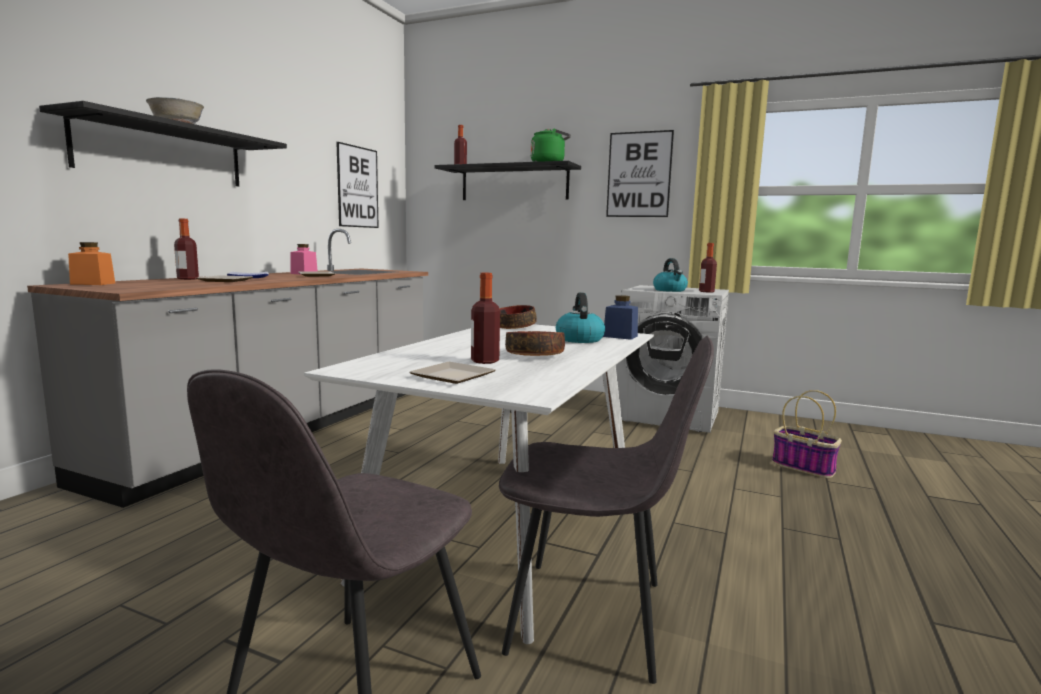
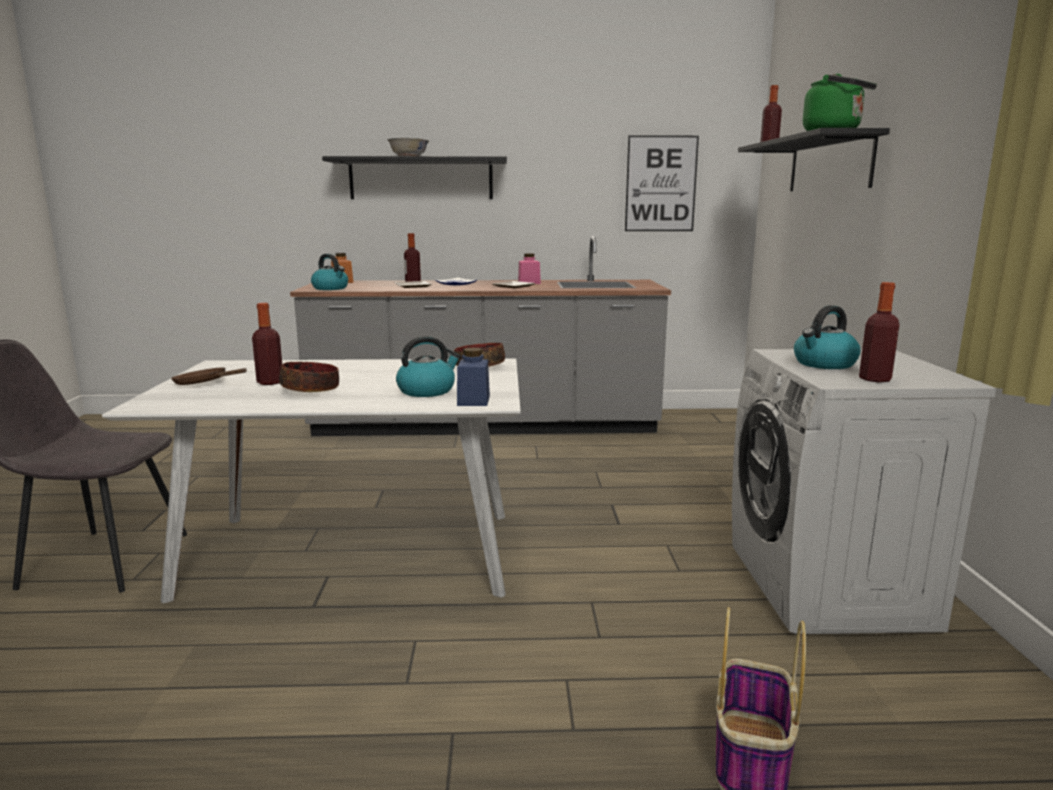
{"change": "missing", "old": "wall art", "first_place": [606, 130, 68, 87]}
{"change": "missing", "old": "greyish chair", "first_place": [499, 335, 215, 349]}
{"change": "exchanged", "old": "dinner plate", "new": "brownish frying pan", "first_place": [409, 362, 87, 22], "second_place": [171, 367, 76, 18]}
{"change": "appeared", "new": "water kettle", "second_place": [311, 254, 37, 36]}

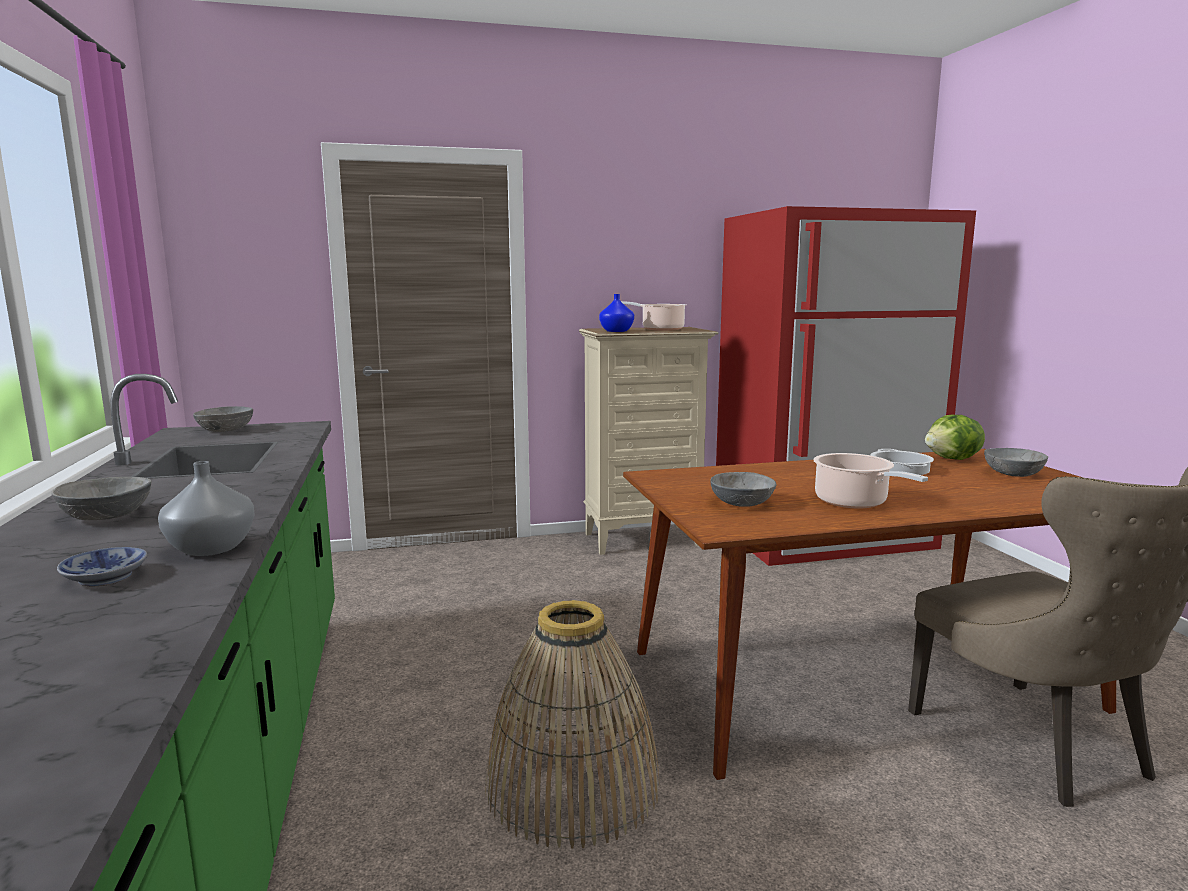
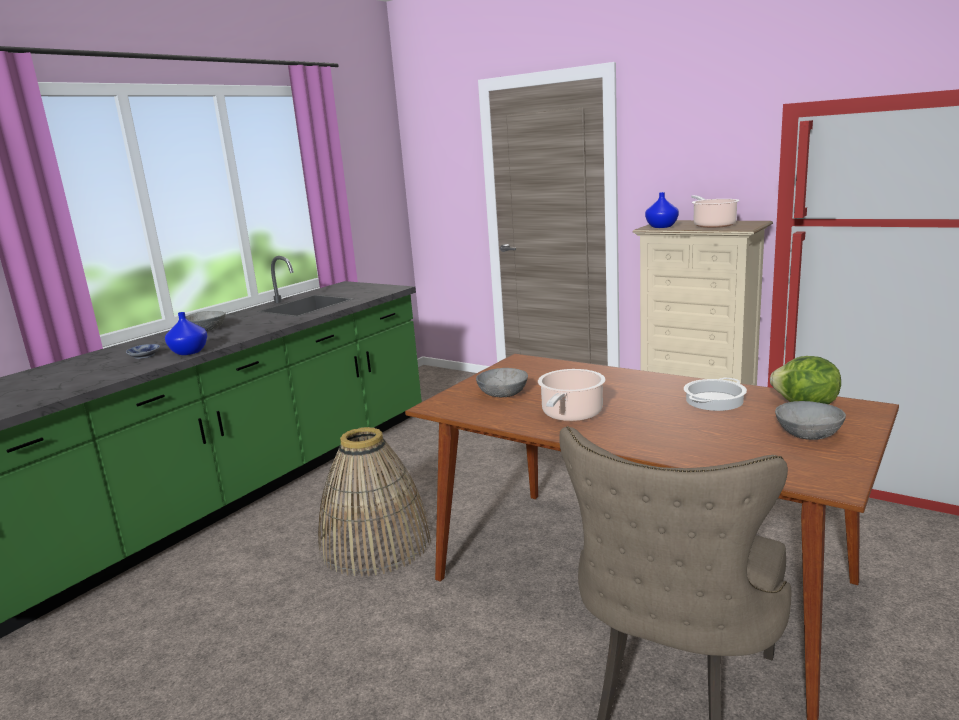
{"change": "missing", "old": "greyish deep dish", "first_place": [193, 406, 60, 26]}
{"change": "colour", "old": "greyish flower vase", "new": "bluish flower vase", "first_place": [158, 461, 96, 95], "second_place": [165, 312, 42, 43]}

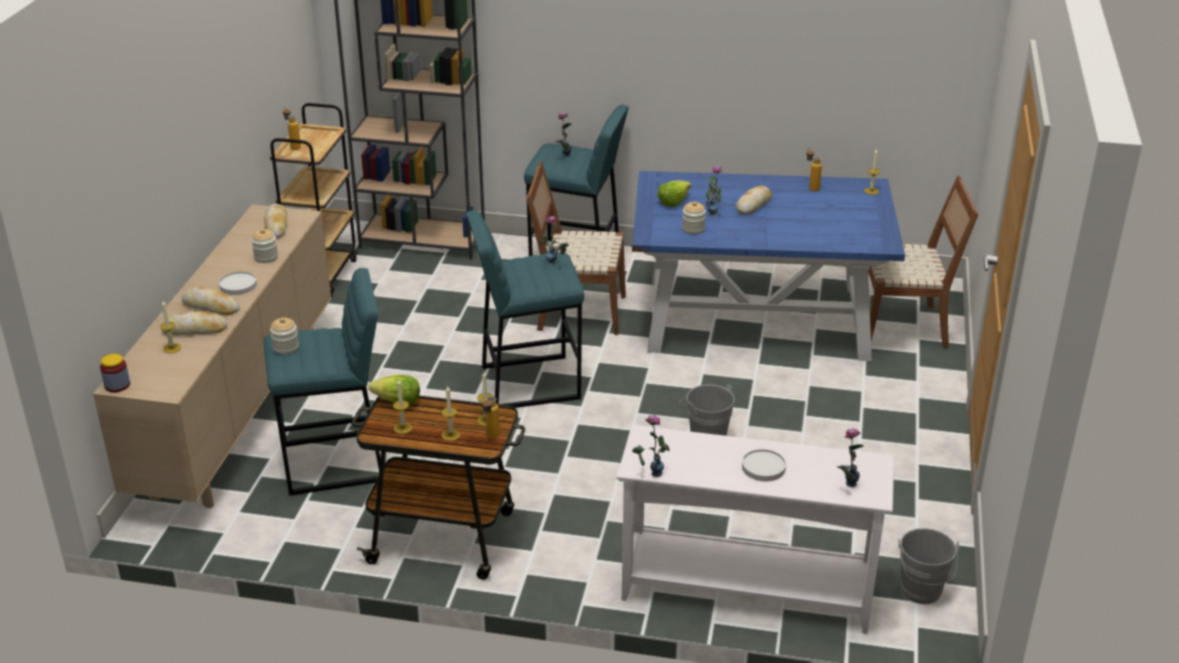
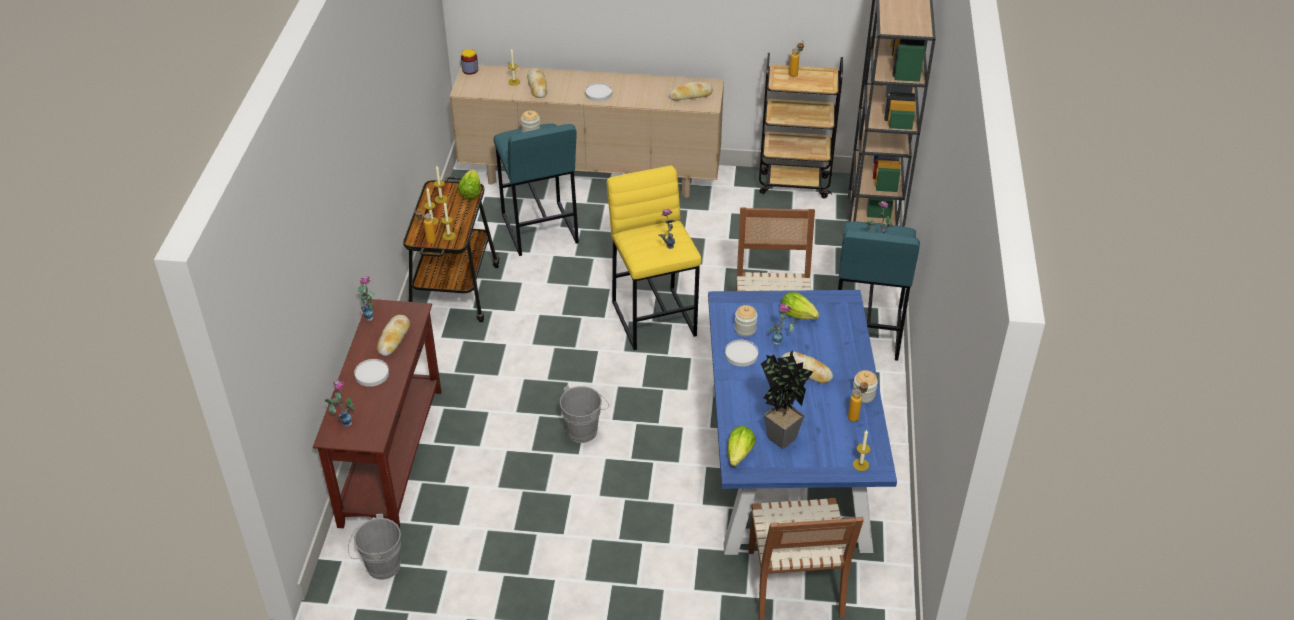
{"change": "colour", "old": "turquoise stool", "new": "yellow stool", "first_place": [466, 210, 118, 198], "second_place": [607, 166, 94, 184]}
{"change": "relocated", "old": "storage jar", "first_place": [251, 229, 27, 34], "second_place": [852, 370, 26, 33]}
{"change": "relocated", "old": "bakery bread", "first_place": [182, 287, 57, 28], "second_place": [377, 315, 33, 41]}
{"change": "colour", "old": "white narrow table", "new": "brownish narrow table", "first_place": [617, 425, 277, 209], "second_place": [313, 299, 129, 229]}
{"change": "appeared", "new": "white dinner plate", "second_place": [725, 340, 33, 27]}
{"change": "appeared", "new": "plant in a pot", "second_place": [761, 350, 52, 99]}
{"change": "appeared", "new": "head of lettuce", "second_place": [727, 426, 29, 40]}

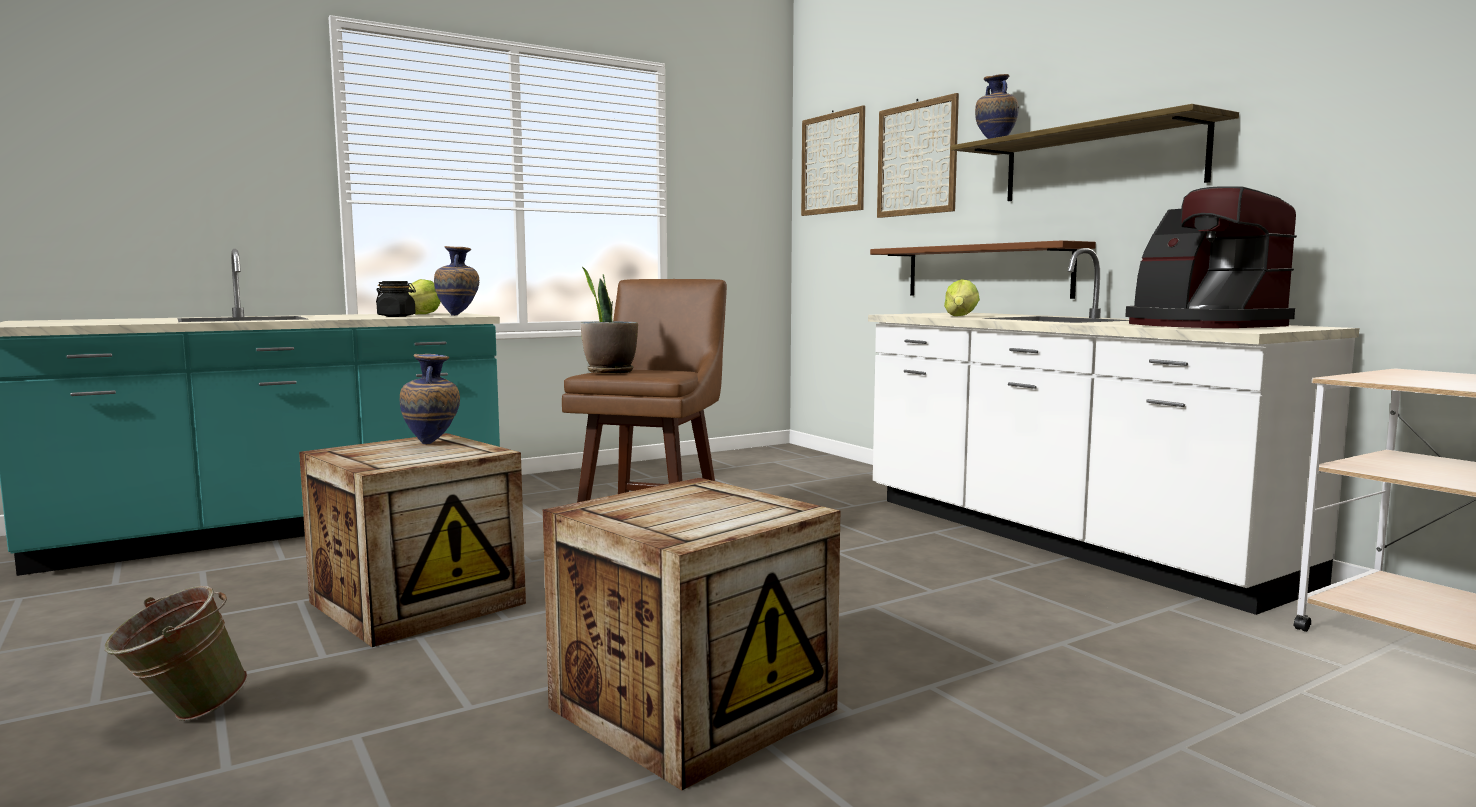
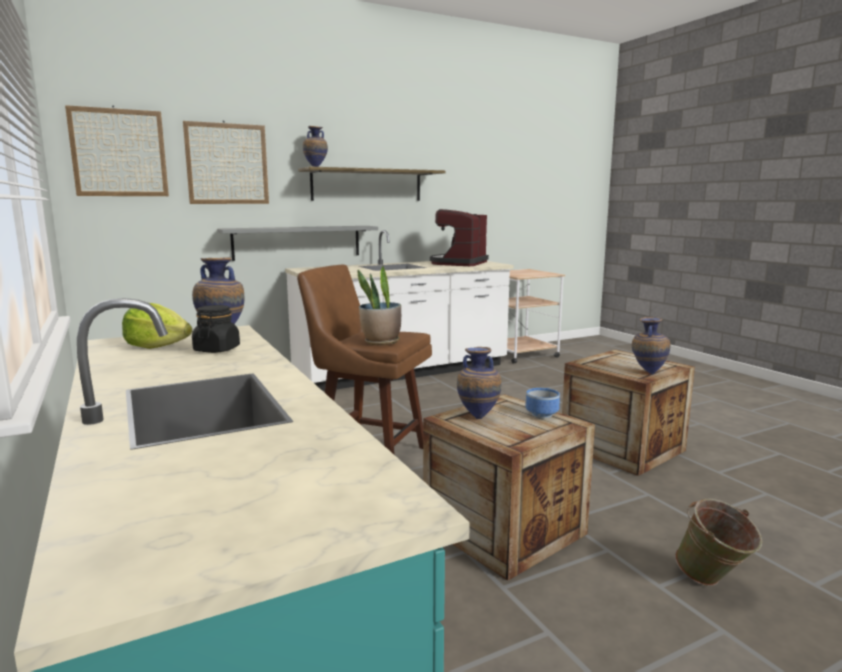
{"change": "spun", "old": "coffee maker", "first_place": [1125, 186, 172, 142], "second_place": [430, 209, 59, 57], "degrees": 135}
{"change": "colour", "old": "brownish shelf", "new": "greyish shelf", "first_place": [870, 240, 226, 59], "second_place": [217, 226, 161, 35]}
{"change": "missing", "old": "head of lettuce", "first_place": [944, 279, 36, 37]}
{"change": "appeared", "new": "flower vase", "second_place": [632, 317, 38, 58]}
{"change": "appeared", "new": "deep dish", "second_place": [525, 388, 35, 30]}

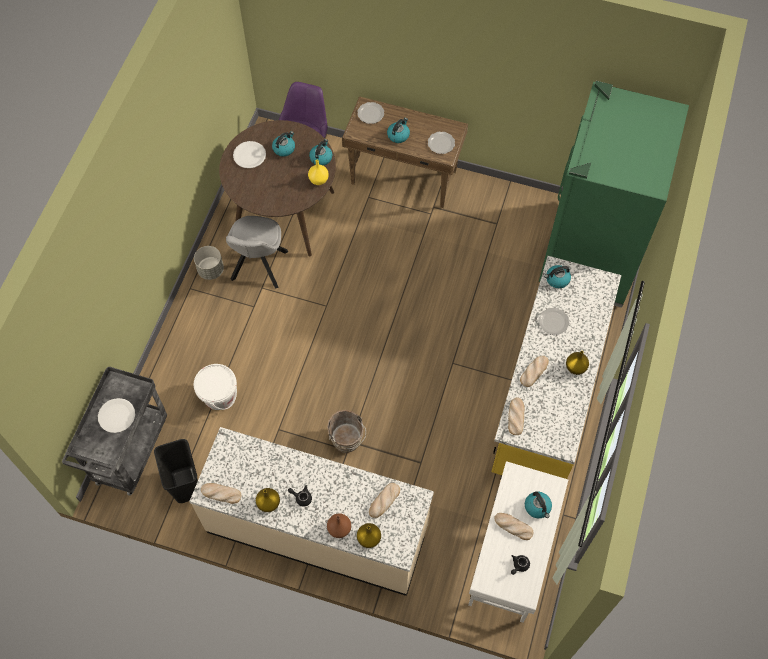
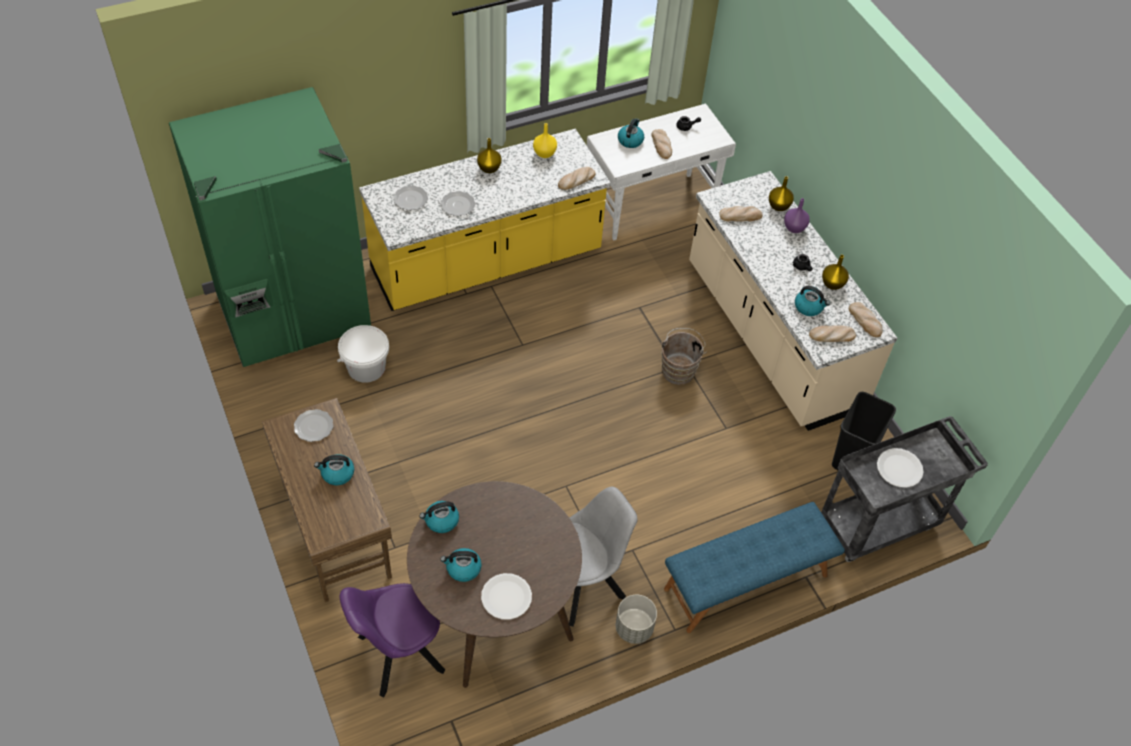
{"change": "relocated", "old": "dinner plate", "first_place": [358, 102, 26, 22], "second_place": [393, 185, 35, 25]}
{"change": "relocated", "old": "yellow flower vase", "first_place": [308, 159, 21, 26], "second_place": [533, 123, 24, 35]}
{"change": "relocated", "old": "water kettle", "first_place": [544, 265, 27, 23], "second_place": [795, 286, 35, 30]}
{"change": "relocated", "old": "bakery bread", "first_place": [520, 356, 29, 31], "second_place": [809, 325, 47, 17]}
{"change": "relocated", "old": "white bucket", "first_place": [194, 364, 43, 46], "second_place": [337, 325, 52, 58]}
{"change": "colour", "old": "brownish flower vase", "new": "purple-coloured flower vase", "first_place": [327, 513, 24, 25], "second_place": [784, 198, 26, 35]}
{"change": "appeared", "new": "bluish long seat", "second_place": [664, 502, 181, 131]}

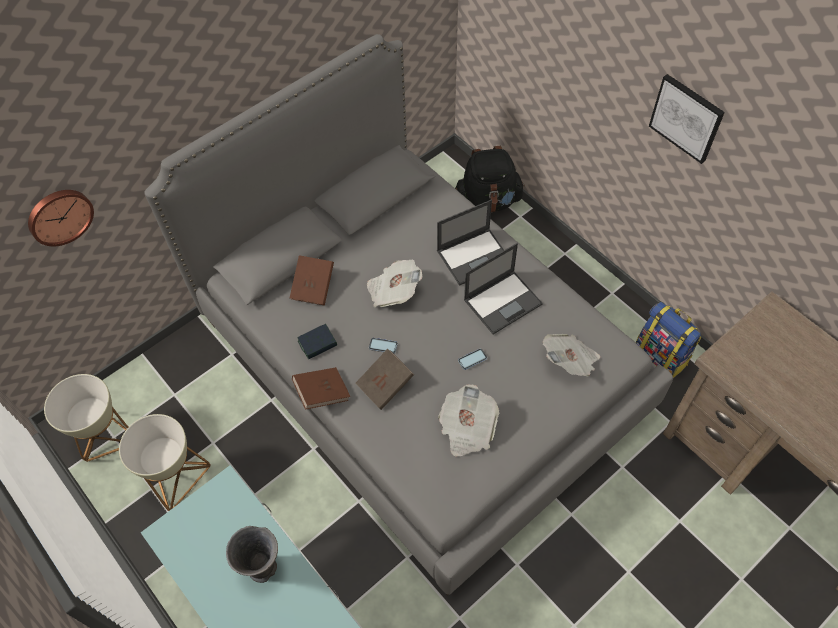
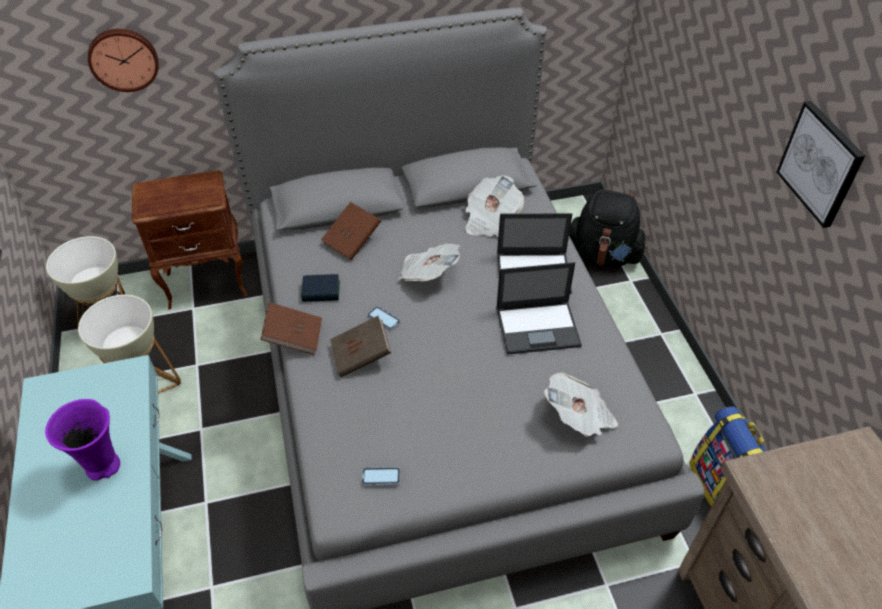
{"change": "relocated", "old": "phone", "first_place": [458, 349, 29, 21], "second_place": [362, 467, 38, 18]}
{"change": "relocated", "old": "printed paper", "first_place": [438, 385, 61, 72], "second_place": [465, 175, 59, 62]}
{"change": "colour", "old": "greyish flower vase", "new": "purple-coloured flower vase", "first_place": [226, 526, 52, 57], "second_place": [45, 399, 75, 82]}
{"change": "appeared", "new": "brownish night table", "second_place": [132, 170, 116, 140]}

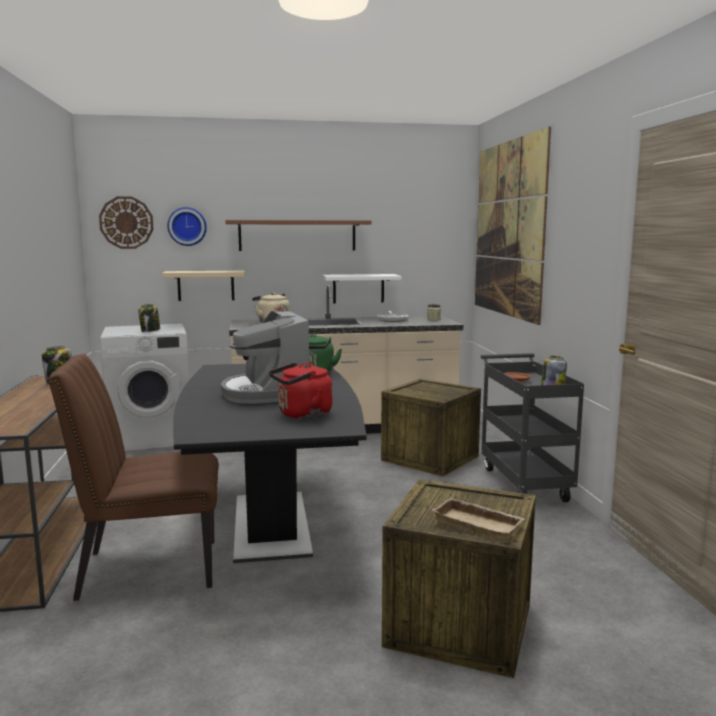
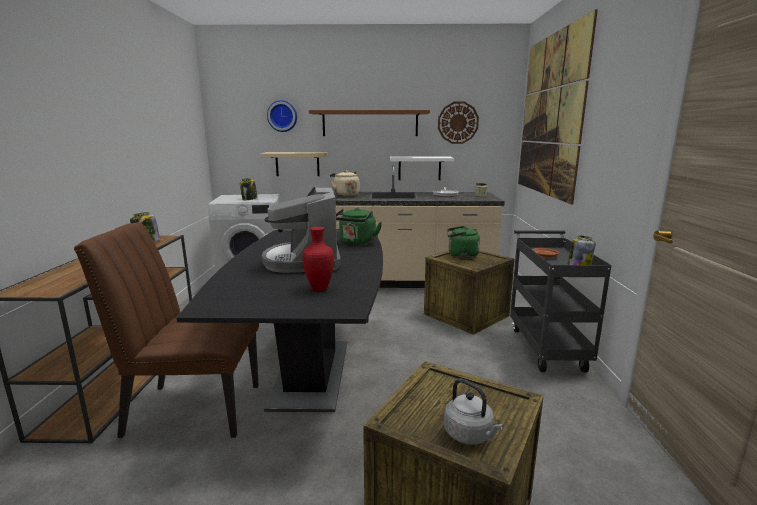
{"change": "relocated", "old": "hanging clock", "first_place": [99, 196, 54, 53], "second_place": [438, 102, 41, 42]}
{"change": "exchanged", "old": "red water kettle", "new": "red flower vase", "first_place": [269, 362, 63, 57], "second_place": [302, 227, 32, 64]}
{"change": "exchanged", "old": "beige carrying tray", "new": "greyish water kettle", "first_place": [432, 497, 93, 44], "second_place": [444, 379, 59, 66]}
{"change": "appeared", "new": "green-coloured water kettle", "second_place": [447, 226, 33, 32]}

